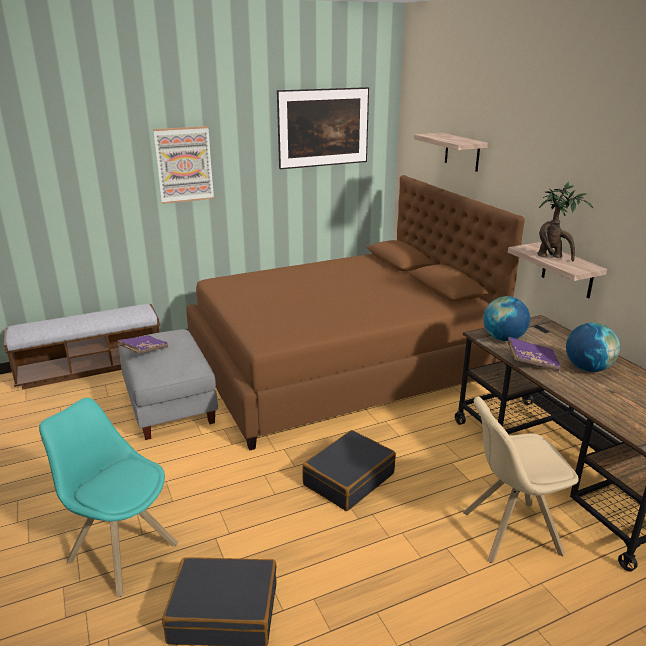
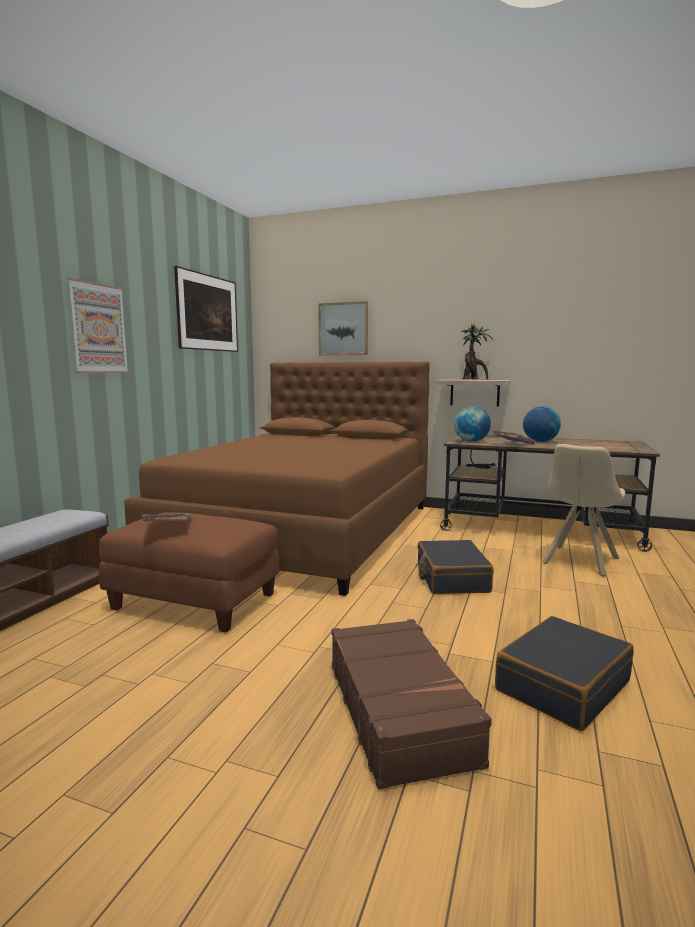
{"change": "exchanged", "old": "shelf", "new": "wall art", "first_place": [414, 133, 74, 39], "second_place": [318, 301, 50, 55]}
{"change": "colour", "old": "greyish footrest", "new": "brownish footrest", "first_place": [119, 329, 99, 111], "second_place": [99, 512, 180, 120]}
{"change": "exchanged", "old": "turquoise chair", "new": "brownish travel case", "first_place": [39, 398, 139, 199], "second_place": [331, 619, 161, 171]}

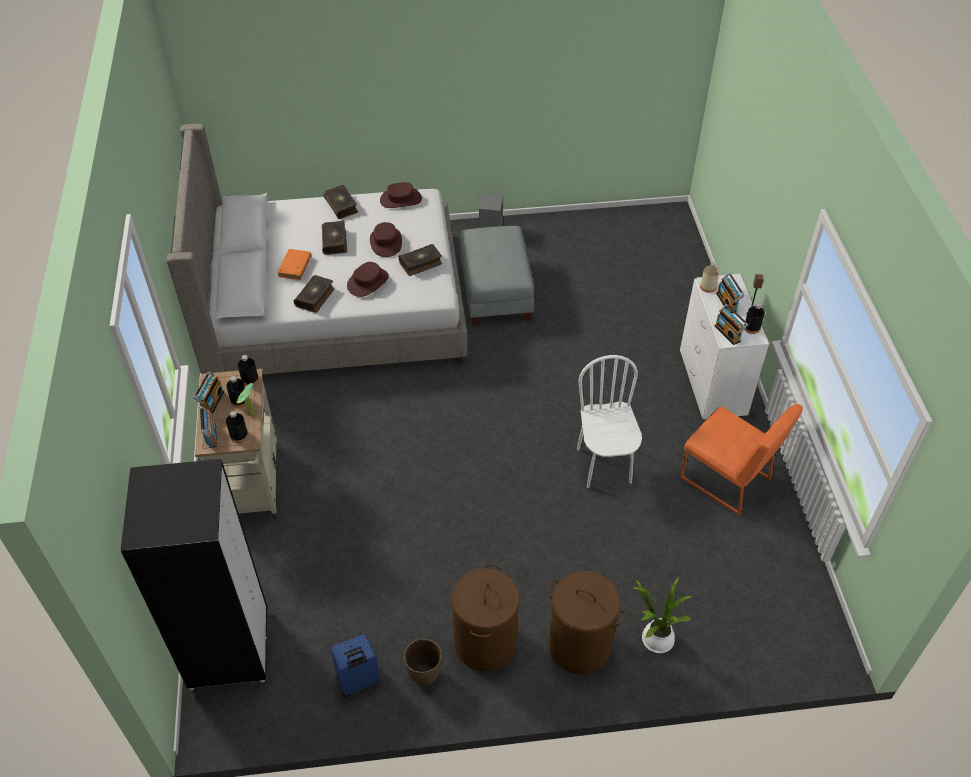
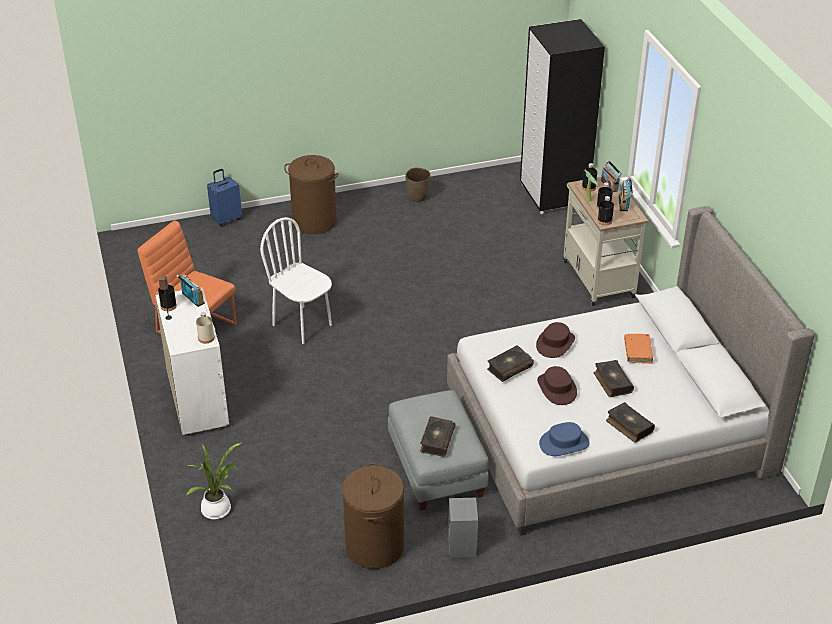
{"change": "colour", "old": "brownish clothing hat", "new": "bluish clothing hat", "first_place": [380, 182, 42, 26], "second_place": [539, 422, 51, 34]}
{"change": "missing", "old": "radio", "first_place": [716, 273, 28, 40]}
{"change": "relocated", "old": "bound book", "first_place": [293, 275, 42, 38], "second_place": [420, 416, 36, 41]}
{"change": "spun", "old": "white chair", "first_place": [577, 355, 65, 133], "second_place": [260, 217, 72, 127], "degrees": 150}
{"change": "relocated", "old": "brownish washing basket", "first_place": [452, 564, 67, 107], "second_place": [342, 463, 62, 106]}
{"change": "relocated", "old": "plant in a pot", "first_place": [633, 577, 59, 76], "second_place": [187, 443, 54, 77]}
{"change": "relocated", "old": "bluish travel case", "first_place": [330, 634, 50, 63], "second_place": [207, 169, 35, 58]}

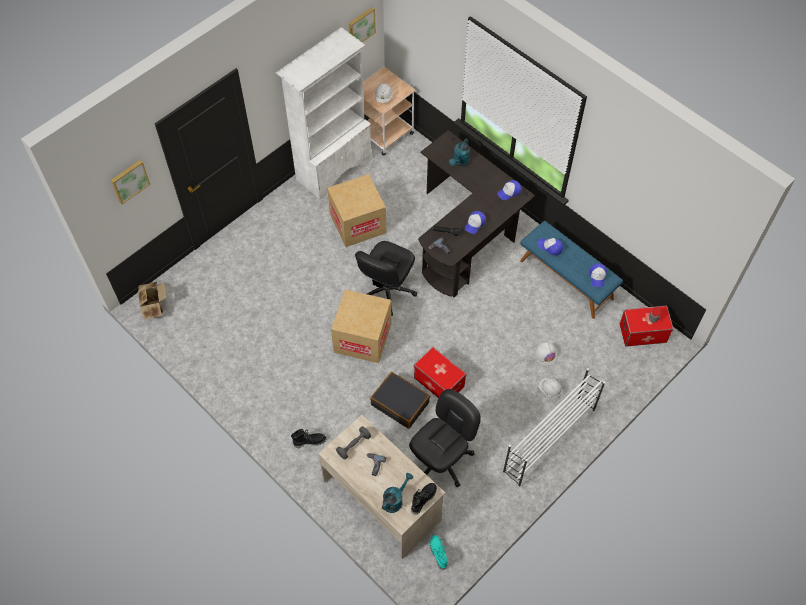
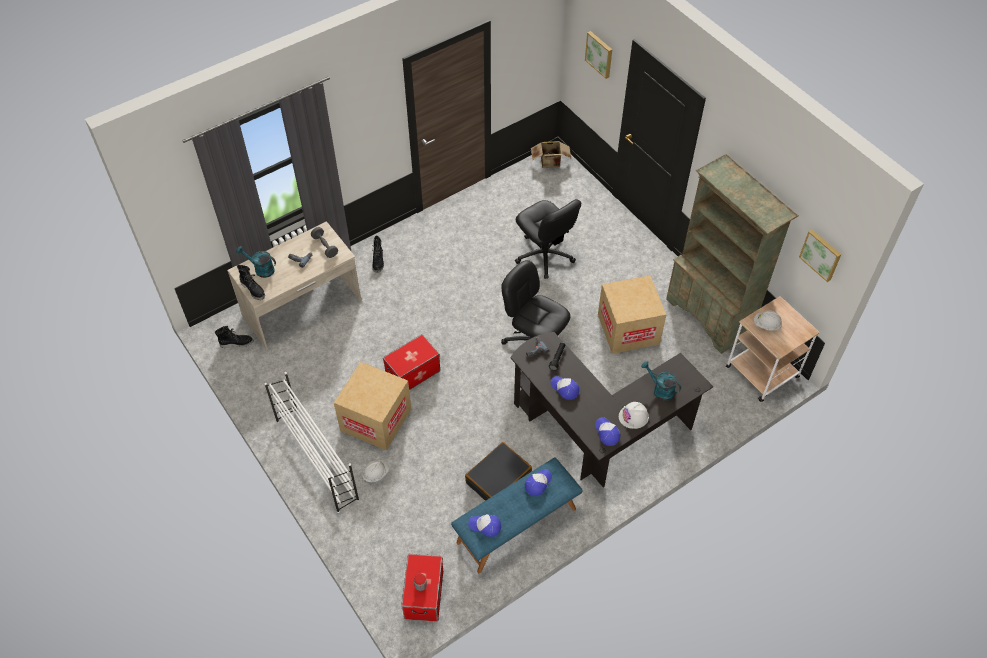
{"change": "colour", "old": "white bookcase", "new": "green-coloured bookcase", "first_place": [276, 27, 96, 172], "second_place": [666, 154, 132, 200]}
{"change": "relocated", "old": "cardboard box", "first_place": [331, 289, 61, 74], "second_place": [334, 362, 77, 89]}
{"change": "relocated", "old": "white hard hat", "first_place": [534, 342, 24, 24], "second_place": [619, 402, 30, 27]}
{"change": "relocated", "old": "black-coloured travel case", "first_place": [370, 372, 60, 57], "second_place": [465, 442, 67, 59]}
{"change": "relocated", "old": "black-coloured desk chair", "first_place": [409, 389, 72, 98], "second_place": [515, 199, 66, 80]}
{"change": "spun", "old": "turquoise sprinkling can", "first_place": [382, 473, 31, 40], "second_place": [236, 246, 40, 32], "degrees": 150}
{"change": "colour", "old": "turquoise high-top boot", "new": "black-coloured high-top boot", "first_place": [430, 535, 18, 35], "second_place": [215, 326, 39, 22]}

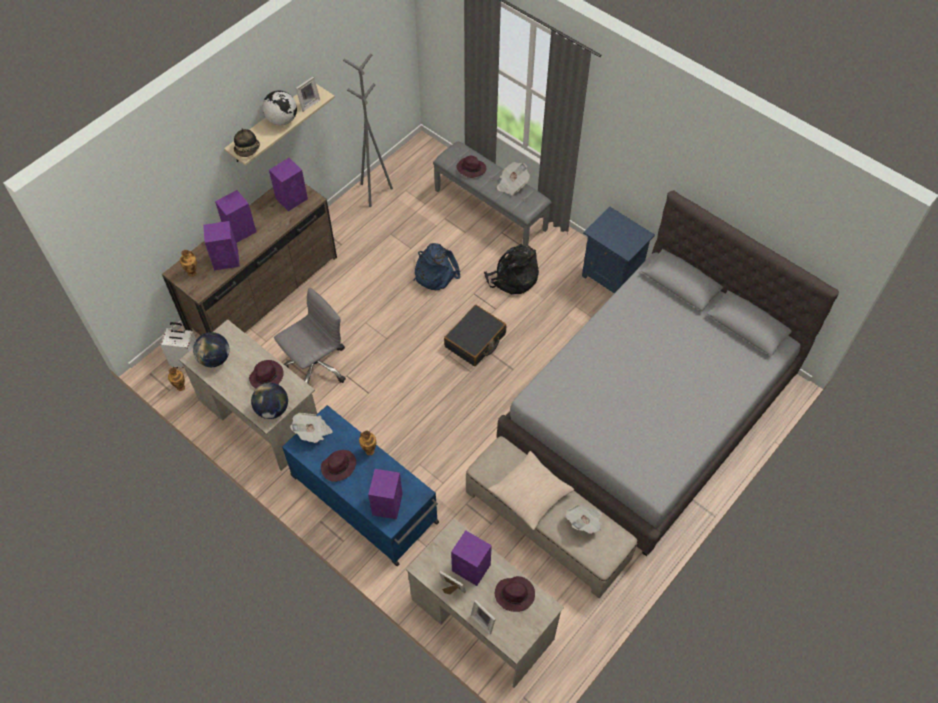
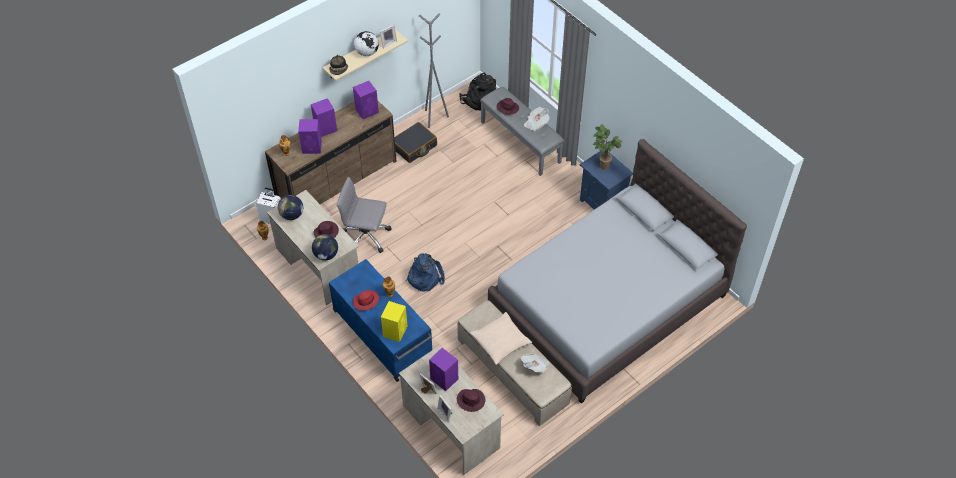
{"change": "relocated", "old": "bluish rucksack", "first_place": [414, 243, 46, 47], "second_place": [405, 253, 40, 38]}
{"change": "relocated", "old": "black-coloured rucksack", "first_place": [484, 244, 55, 50], "second_place": [459, 73, 37, 38]}
{"change": "spun", "old": "greyish desk chair", "first_place": [274, 287, 72, 97], "second_place": [337, 177, 54, 76], "degrees": -135}
{"change": "relocated", "old": "black-coloured travel case", "first_place": [444, 305, 62, 62], "second_place": [394, 122, 43, 41]}
{"change": "missing", "old": "printed paper", "first_place": [290, 413, 42, 30]}
{"change": "colour", "old": "purple-coloured clothing hat", "new": "red clothing hat", "first_place": [321, 450, 35, 32], "second_place": [353, 290, 26, 20]}
{"change": "colour", "old": "purple-coloured loudspeaker", "new": "yellow loudspeaker", "first_place": [368, 469, 35, 50], "second_place": [381, 301, 26, 41]}
{"change": "appeared", "new": "plant in a pot", "second_place": [593, 124, 29, 46]}

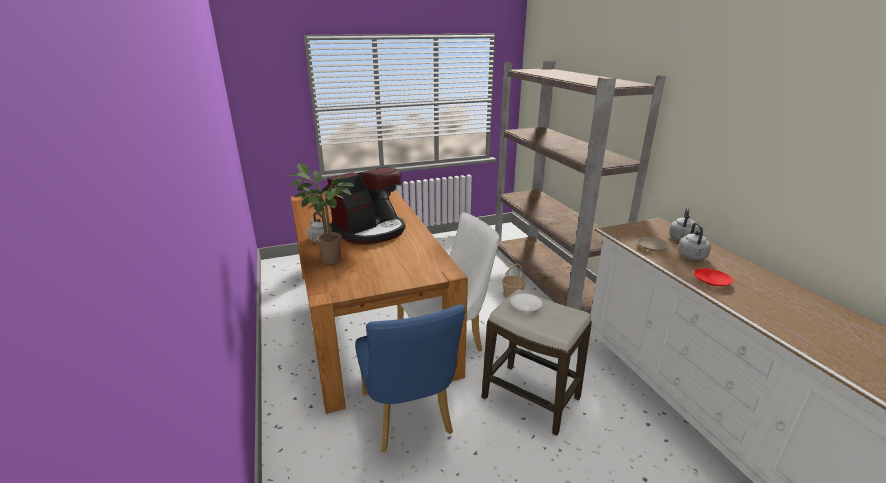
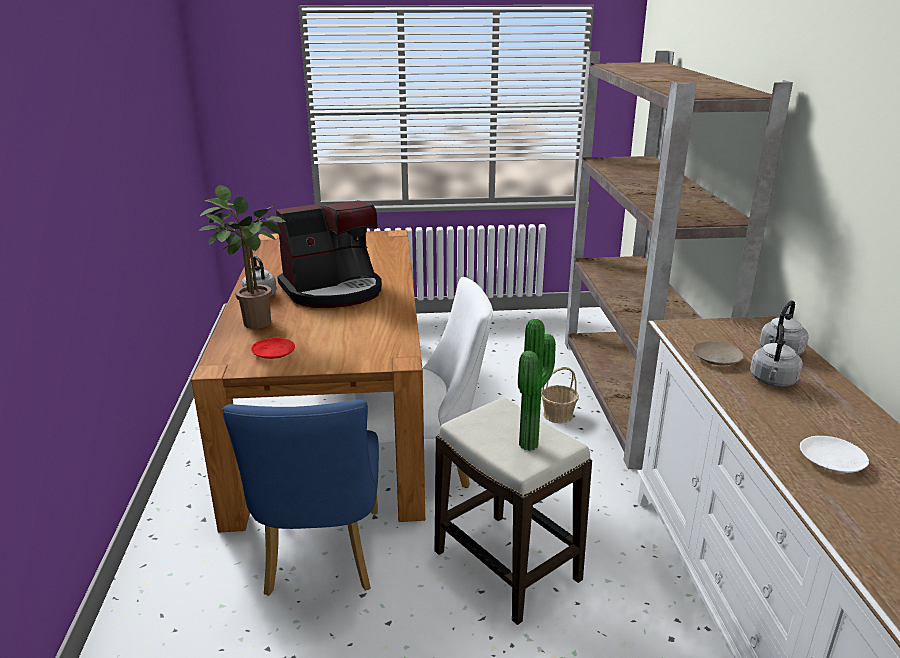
{"change": "relocated", "old": "red dinner plate", "first_place": [694, 268, 39, 18], "second_place": [251, 338, 44, 21]}
{"change": "relocated", "old": "white dinner plate", "first_place": [510, 294, 32, 18], "second_place": [800, 436, 69, 37]}
{"change": "appeared", "new": "plant in a pot", "second_place": [518, 319, 38, 132]}

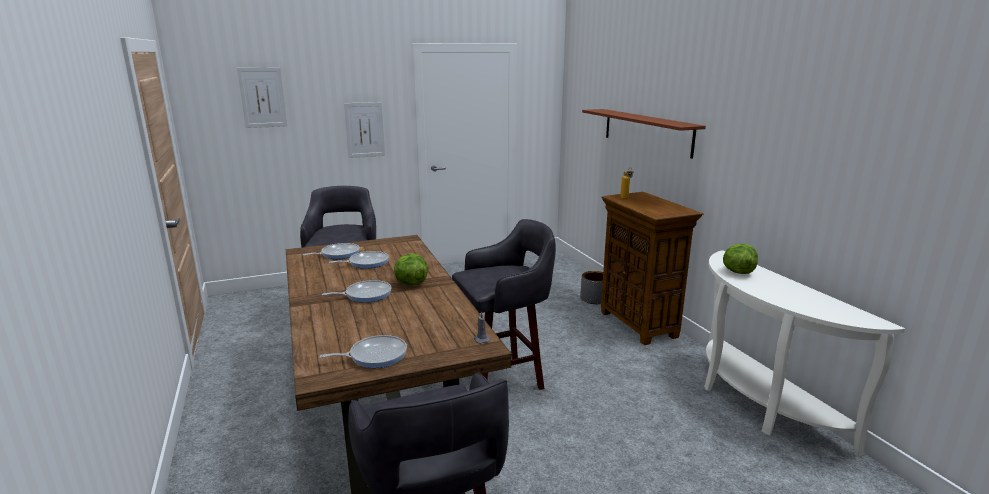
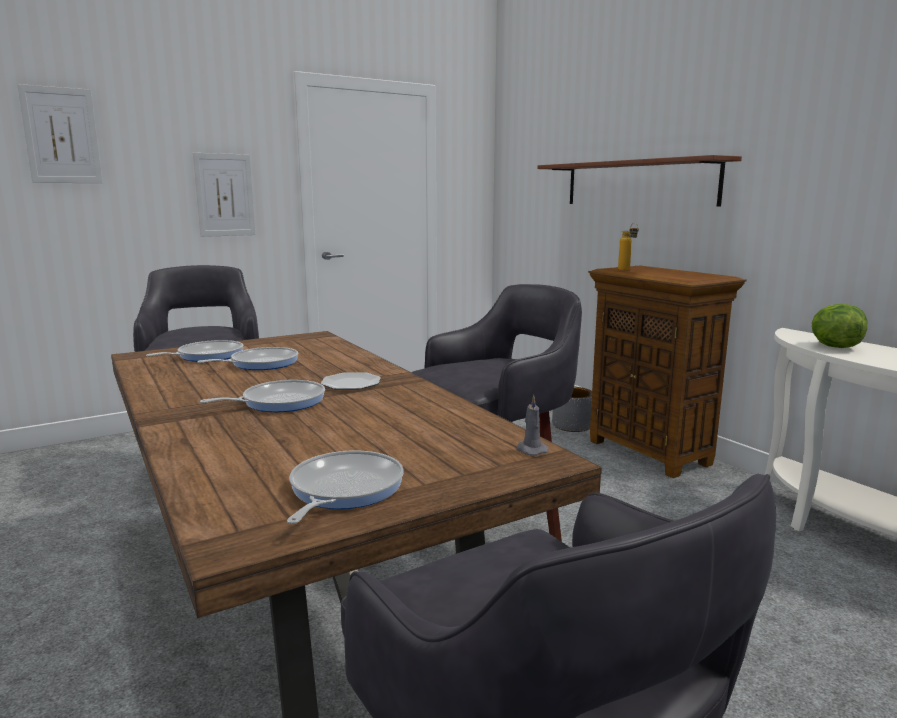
{"change": "exchanged", "old": "head of lettuce", "new": "dinner plate", "first_place": [394, 254, 34, 31], "second_place": [321, 372, 60, 18]}
{"change": "spun", "old": "frying pan", "first_place": [319, 335, 88, 33], "second_place": [287, 451, 117, 73], "degrees": -45}

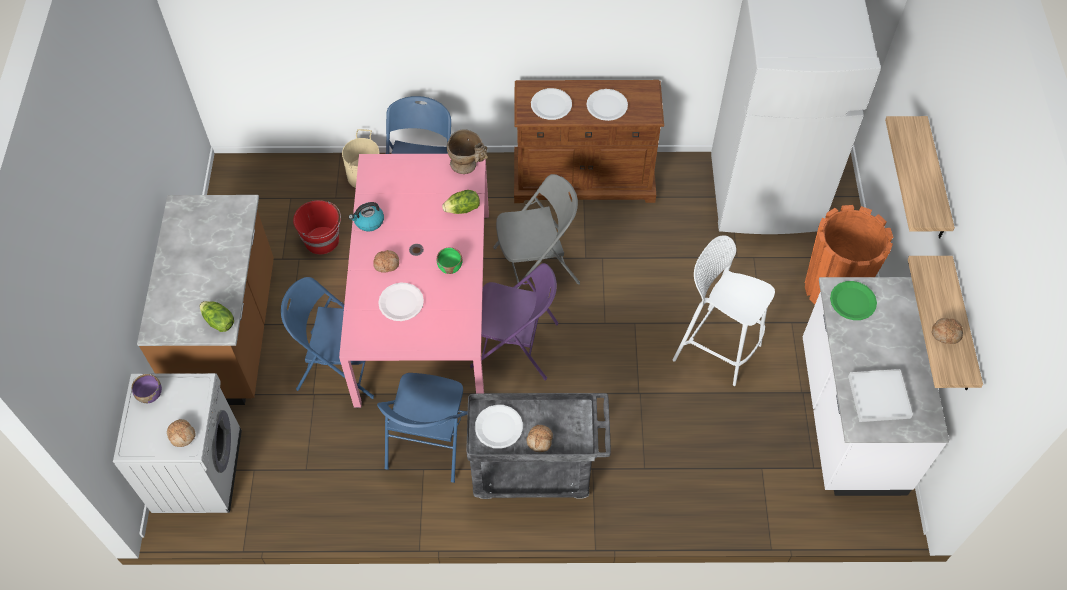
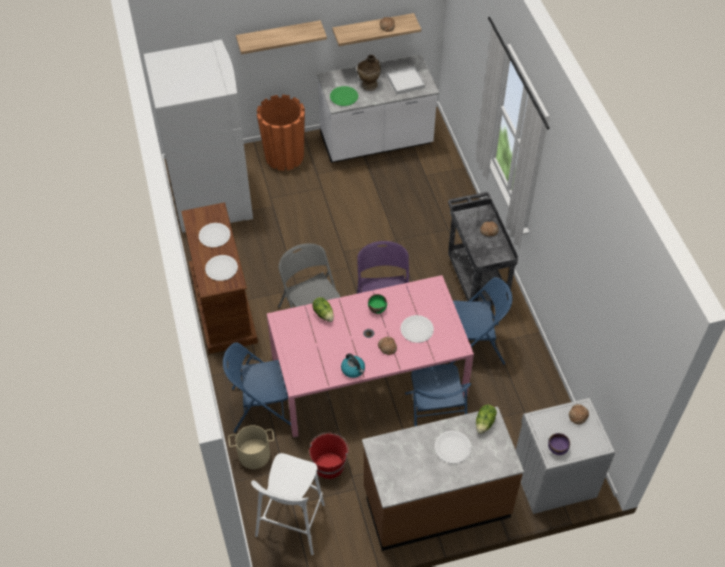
{"change": "relocated", "old": "beige flower vase", "first_place": [447, 129, 41, 45], "second_place": [357, 55, 24, 36]}
{"change": "relocated", "old": "white stool", "first_place": [673, 235, 102, 151], "second_place": [251, 453, 74, 102]}
{"change": "relocated", "old": "white dinner plate", "first_place": [475, 405, 48, 44], "second_place": [435, 431, 36, 33]}

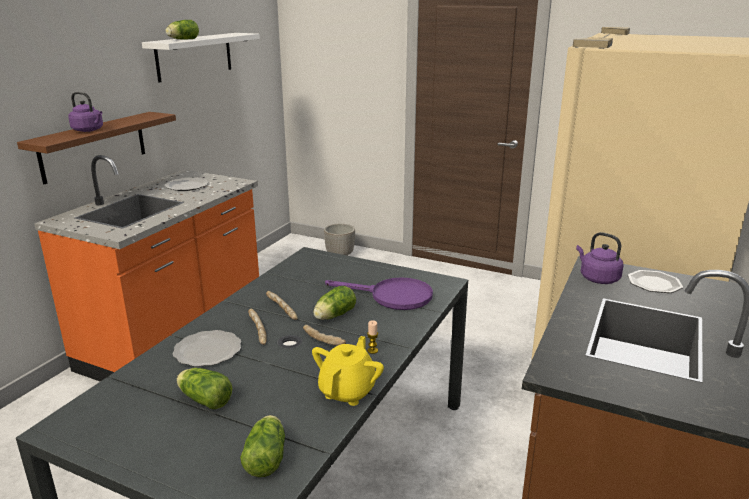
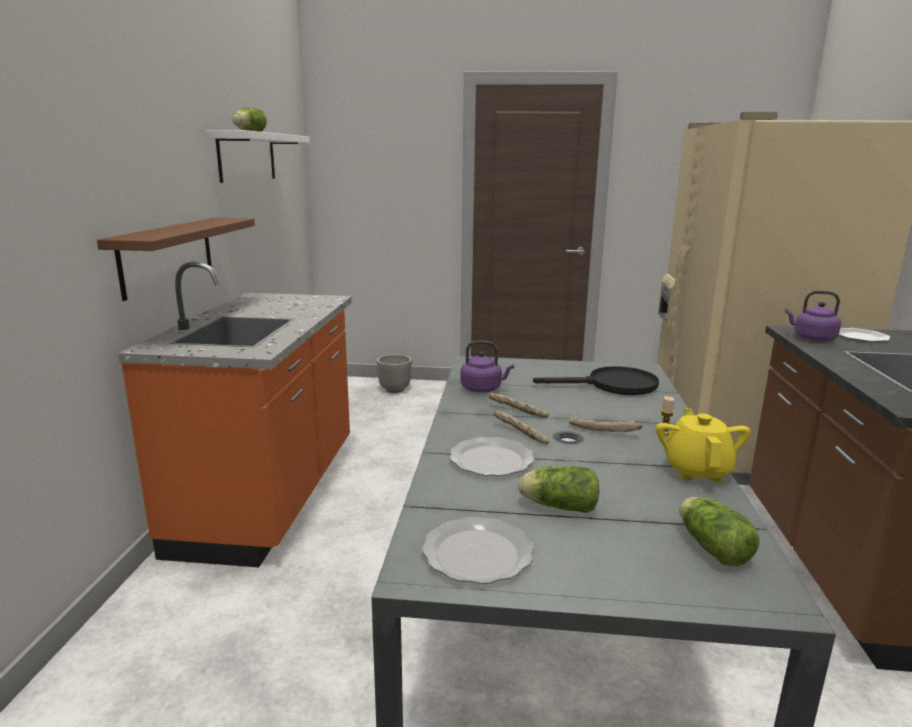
{"change": "relocated", "old": "purple-coloured water kettle", "first_place": [68, 92, 35, 40], "second_place": [460, 341, 54, 52]}
{"change": "relocated", "old": "dinner plate", "first_place": [165, 178, 44, 13], "second_place": [422, 517, 112, 67]}
{"change": "colour", "old": "purple-coloured frying pan", "new": "black-coloured frying pan", "first_place": [325, 277, 108, 33], "second_place": [533, 366, 126, 29]}
{"change": "missing", "old": "head of lettuce", "first_place": [313, 286, 43, 34]}

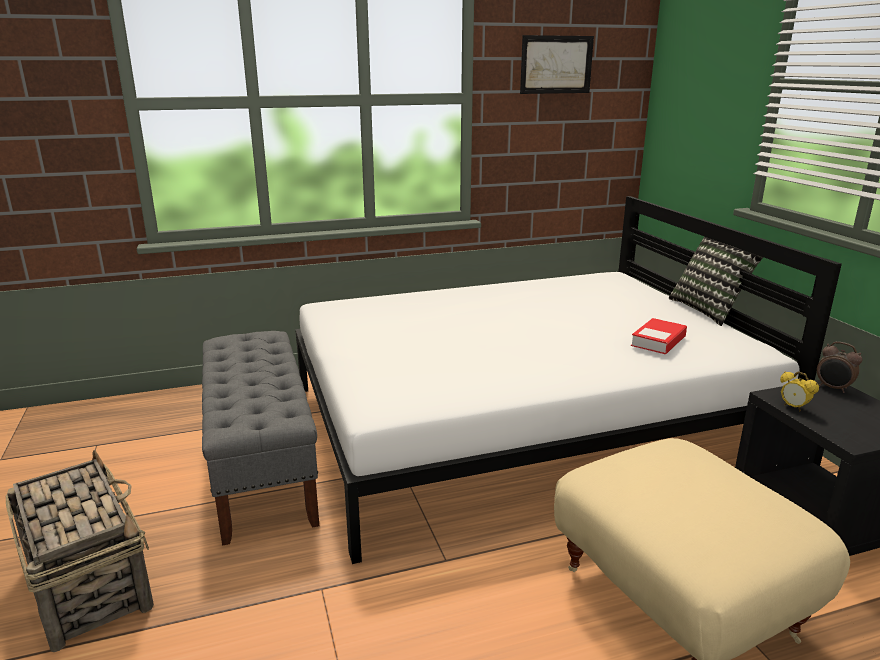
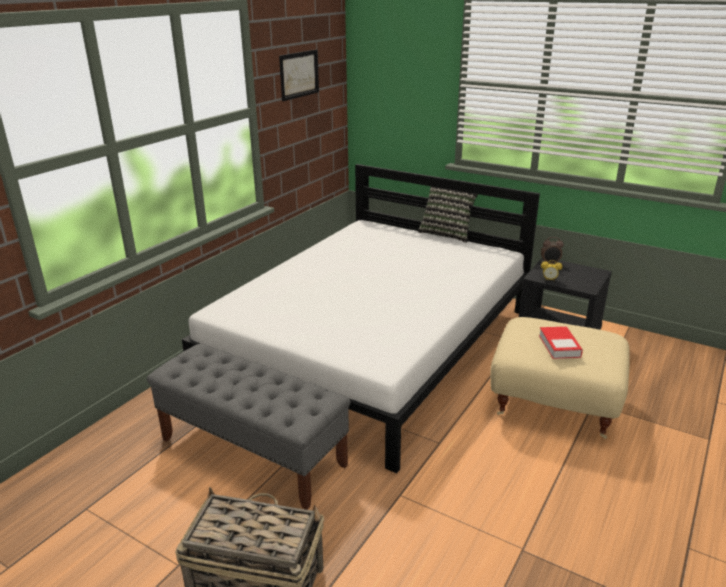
{"change": "relocated", "old": "bound book", "first_place": [631, 318, 56, 36], "second_place": [539, 326, 44, 33]}

